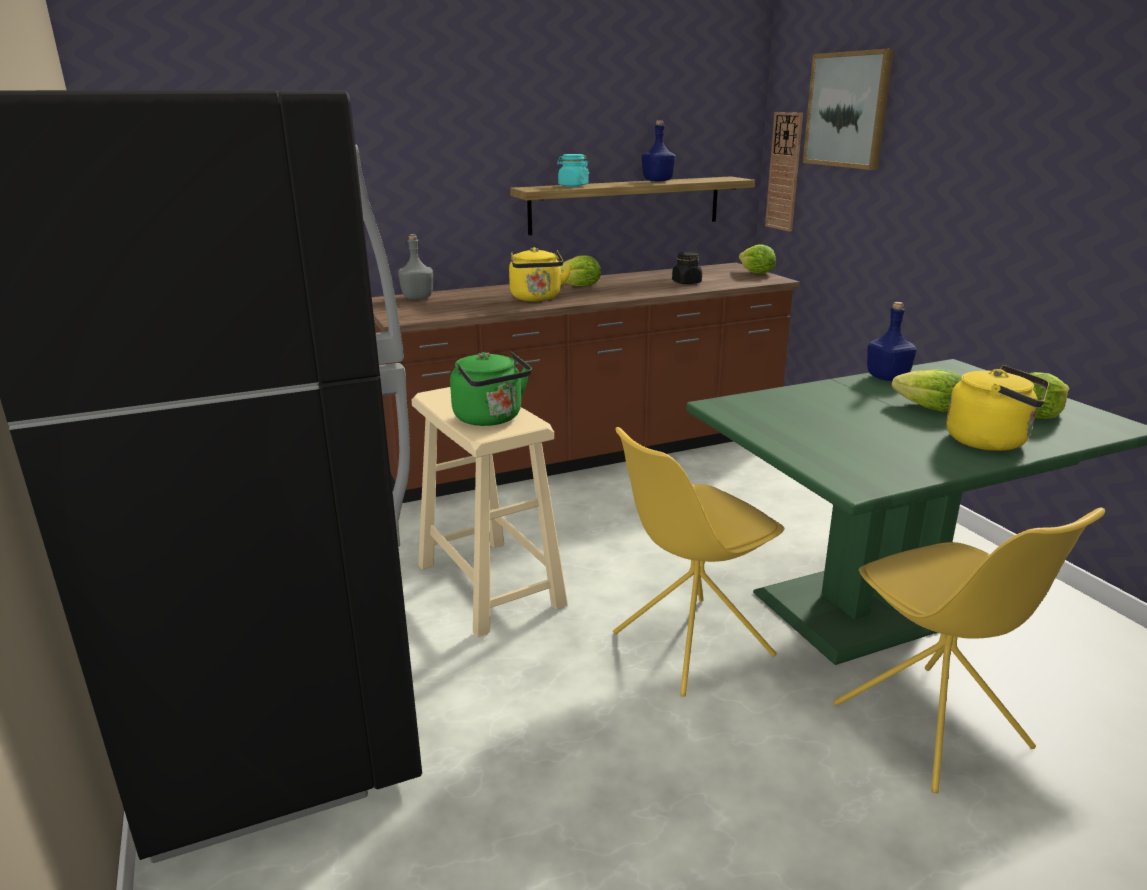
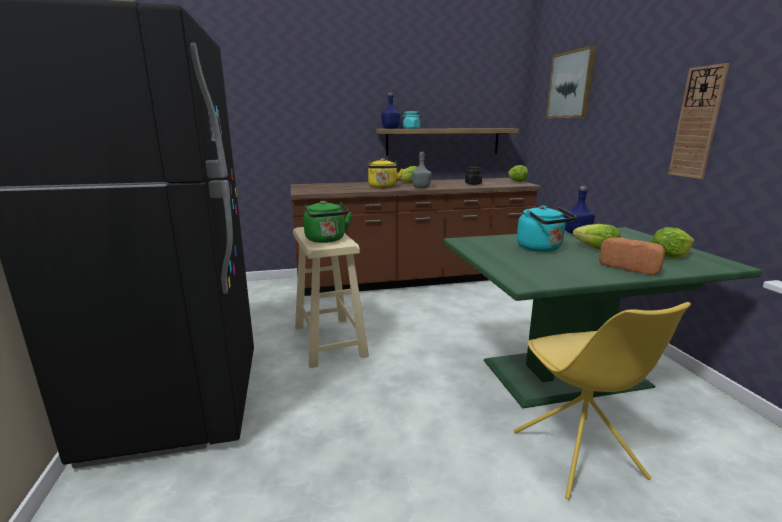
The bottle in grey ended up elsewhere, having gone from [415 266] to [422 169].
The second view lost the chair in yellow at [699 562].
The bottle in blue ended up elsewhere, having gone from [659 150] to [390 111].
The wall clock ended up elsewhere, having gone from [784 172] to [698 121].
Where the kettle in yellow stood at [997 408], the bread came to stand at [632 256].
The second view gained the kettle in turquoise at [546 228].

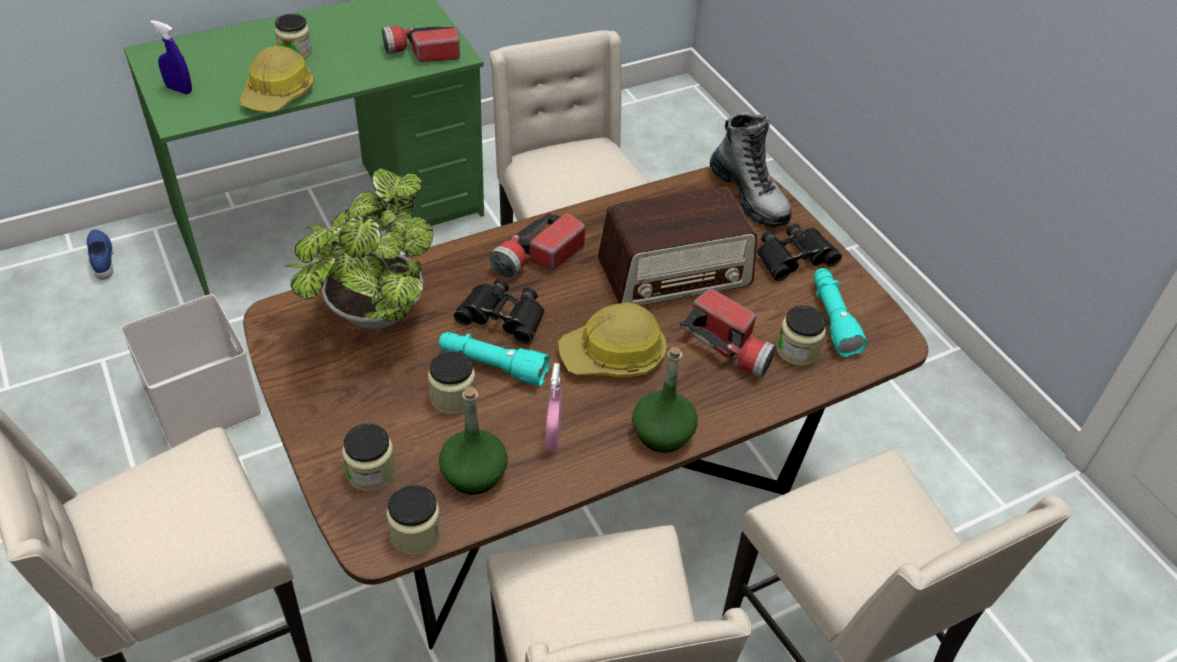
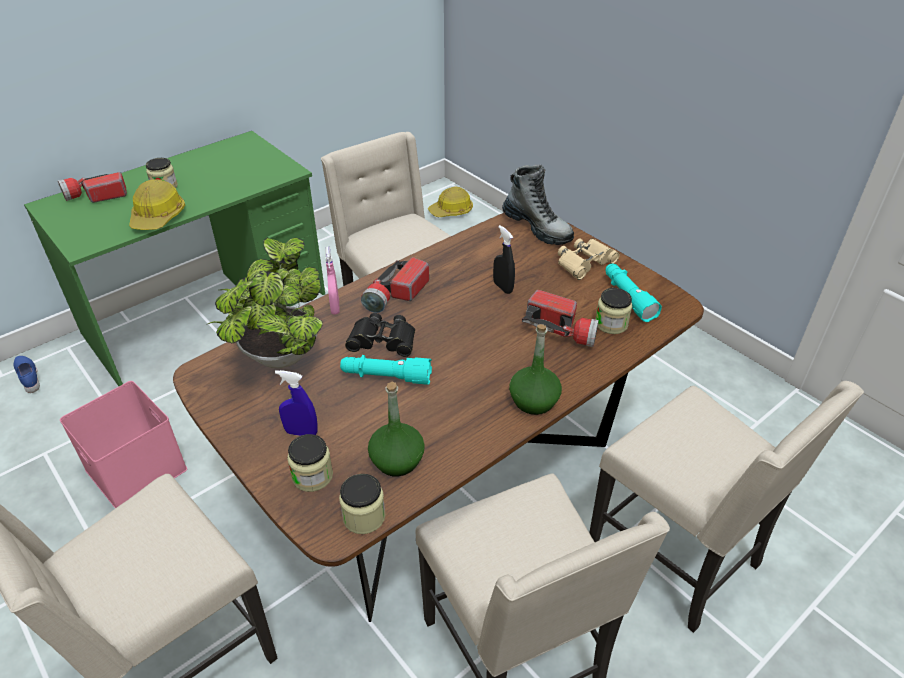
What was the storage box in white at [191 371] turned into the storage box in pink at [123 444].
The spray bottle in blue ended up elsewhere, having gone from [171 57] to [296 403].
The flashlight ended up elsewhere, having gone from [421 44] to [92 187].
The second view lost the jar at [451 383].
The spray bottle in pink ended up elsewhere, having gone from [553 407] to [333 280].
The hard hat ended up elsewhere, having gone from [612 339] to [450 202].
Where the radio stood at [677 246], the spray bottle in black came to stand at [504 259].
What was the binoculars in black at [799 252] turned into the binoculars in beige at [589 259].

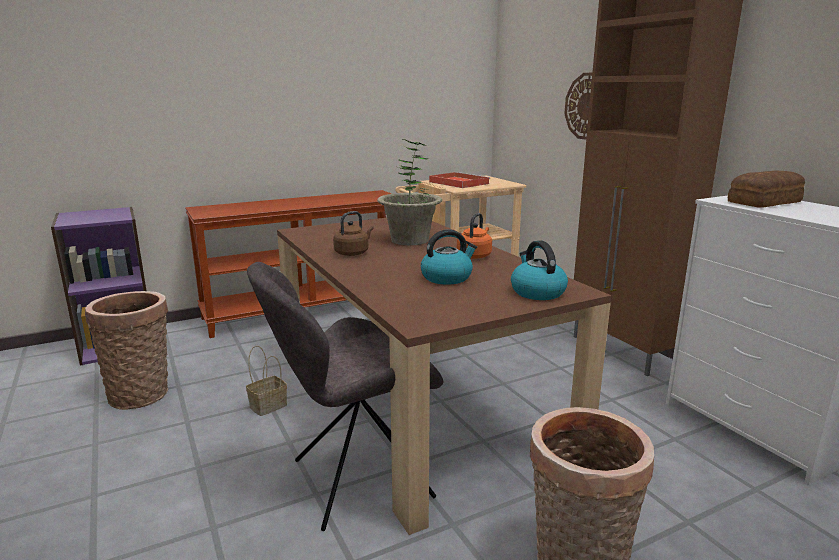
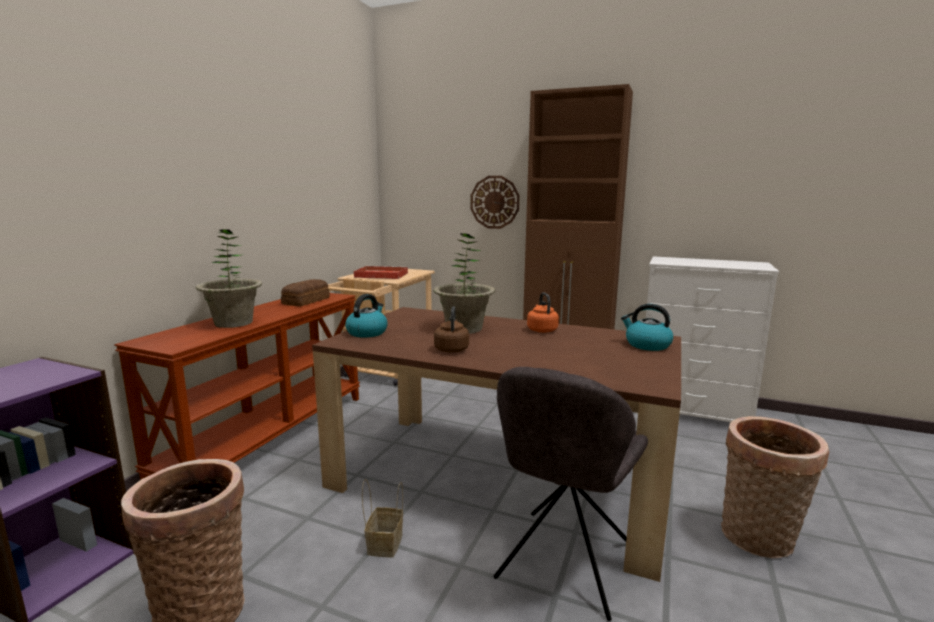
The kettle ended up elsewhere, having gone from [449 257] to [366 316].
The bread ended up elsewhere, having gone from [766 189] to [305 292].
The second view gained the potted plant at [228 279].

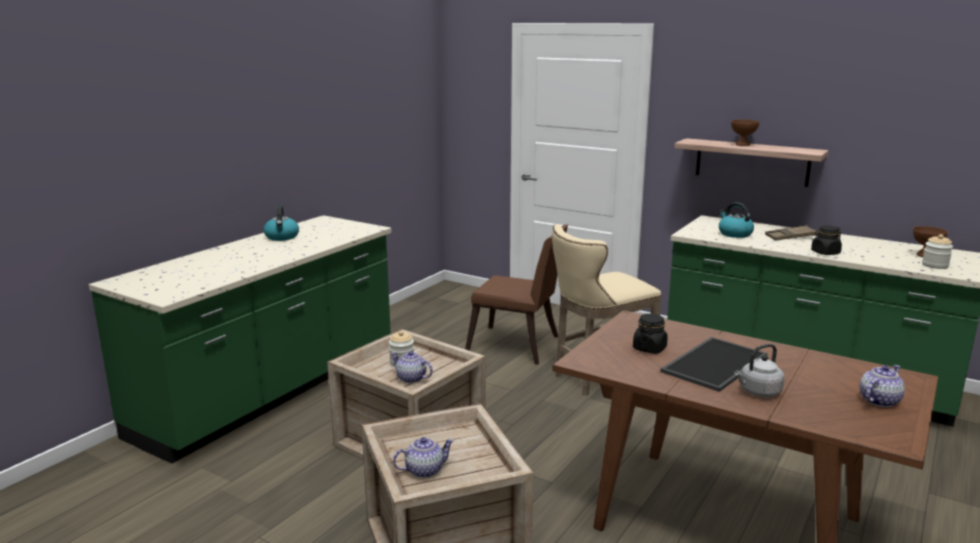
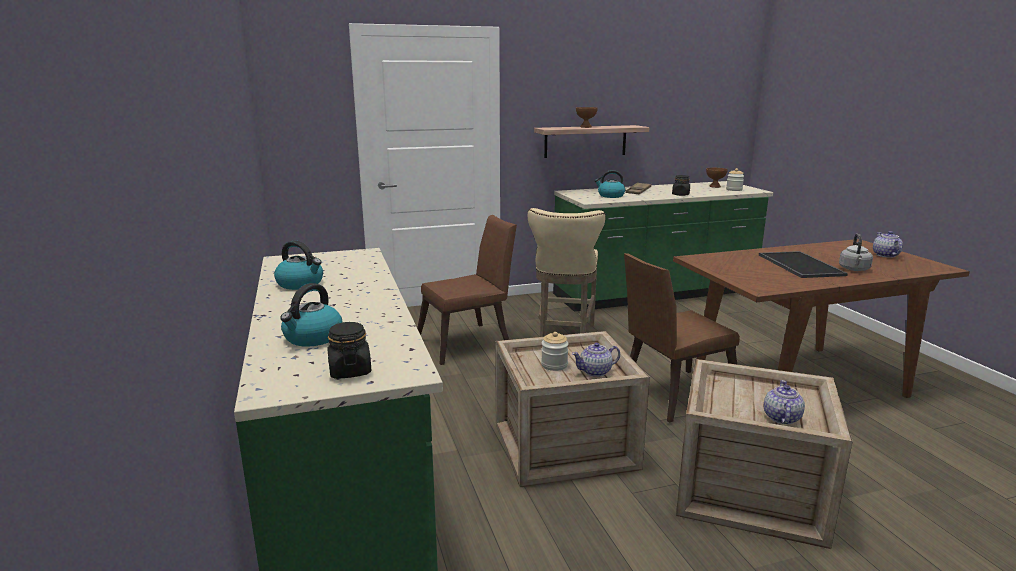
The jar in black ended up elsewhere, having gone from [650 334] to [349 350].
The second view gained the kettle at [311 315].
The second view gained the chair in brown at [682 338].

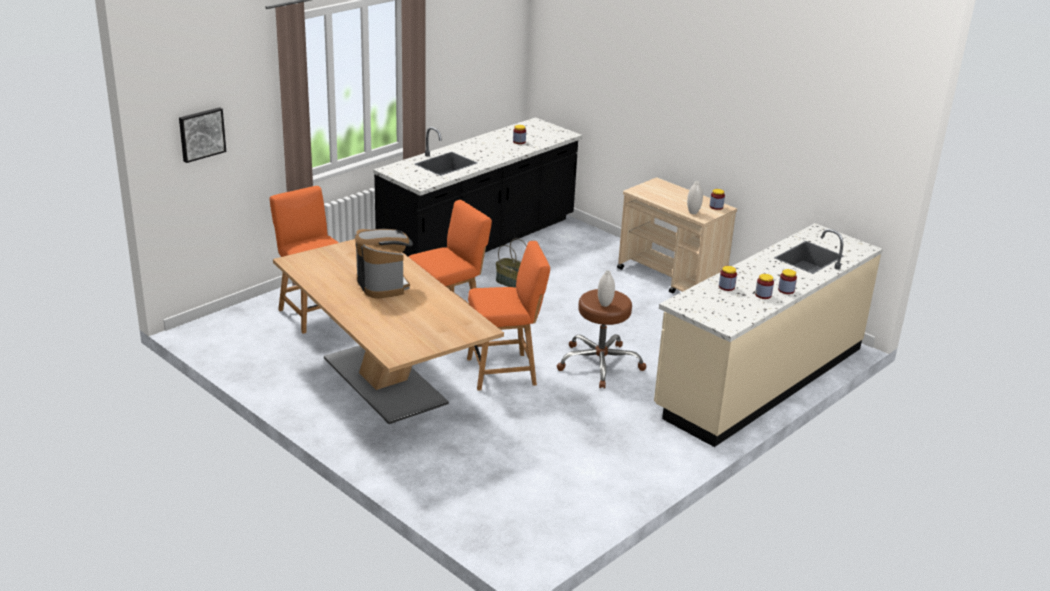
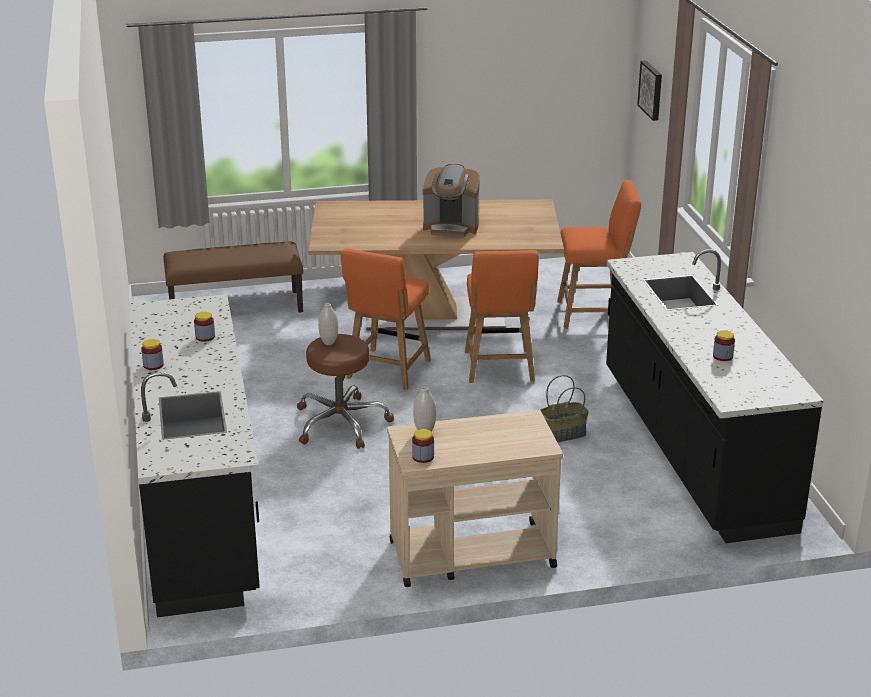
What was the counter in beige at [768 335] turned into the counter in black at [195 455].
The second view lost the jar at [764 286].
The second view gained the bench in brown at [233 276].

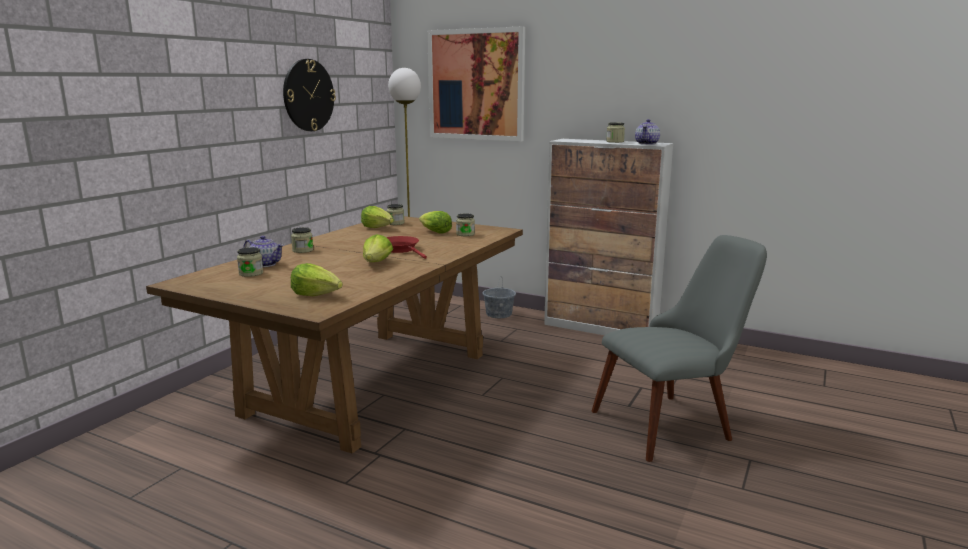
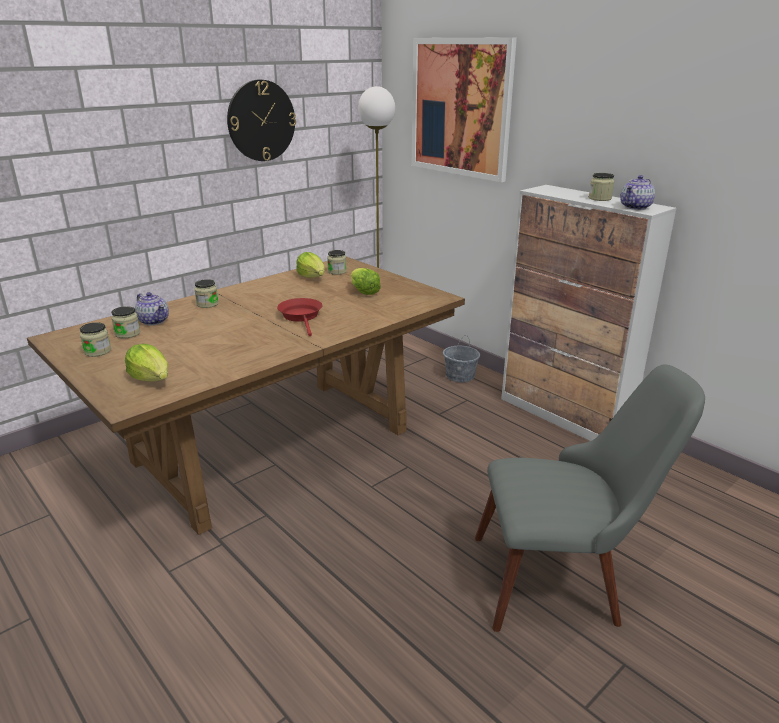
The second view lost the lettuce at [378 248].
The jar ended up elsewhere, having gone from [465 225] to [95 339].

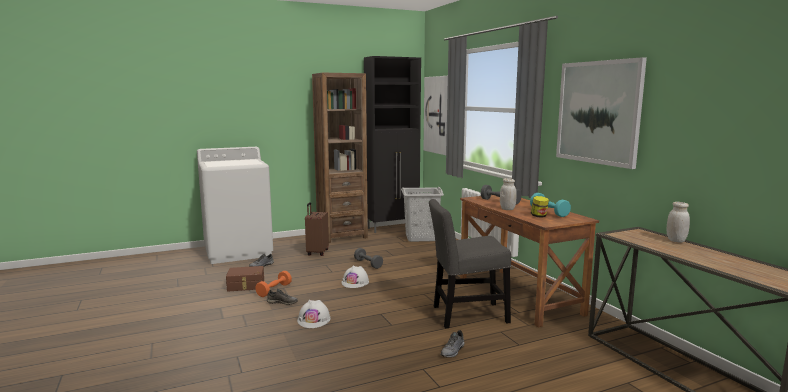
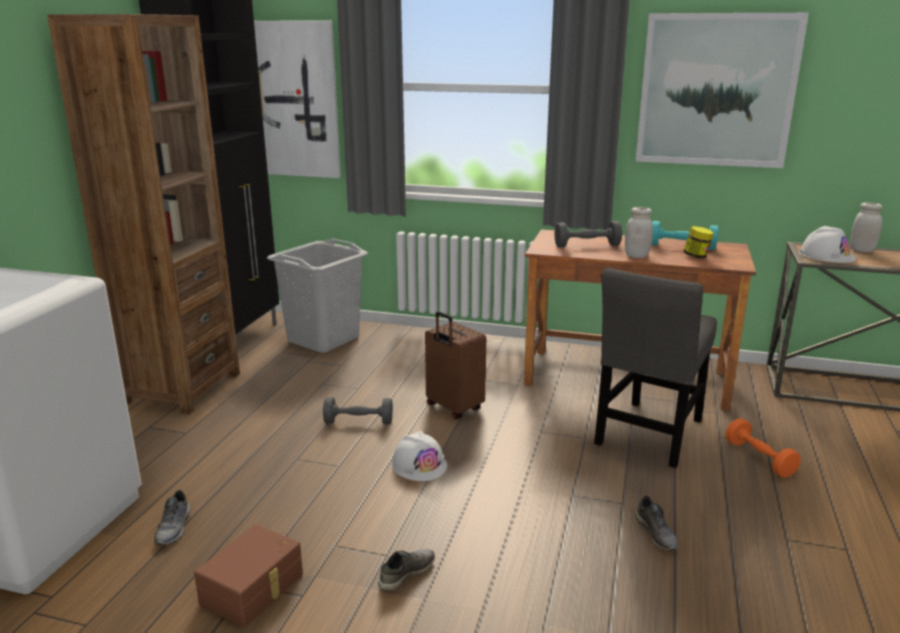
The dumbbell in orange ended up elsewhere, having gone from [273 284] to [763 448].
The hard hat in white ended up elsewhere, having gone from [313 314] to [827 244].
The suitcase in brown ended up elsewhere, having gone from [317 229] to [455 365].
The shoe in grey ended up elsewhere, having gone from [452 344] to [656 523].

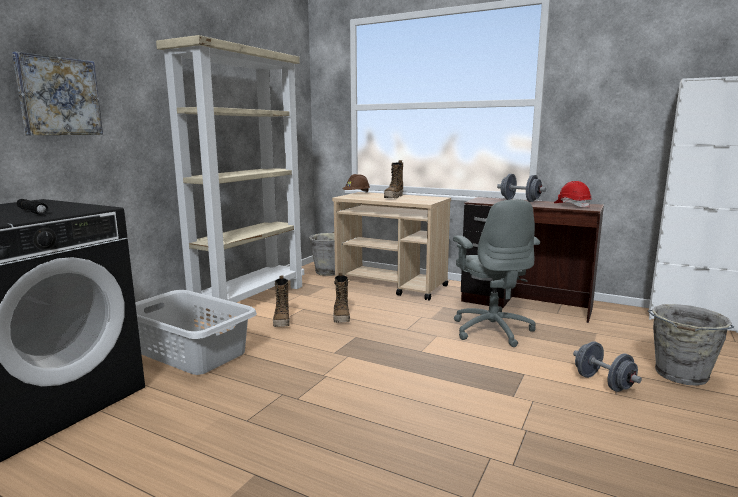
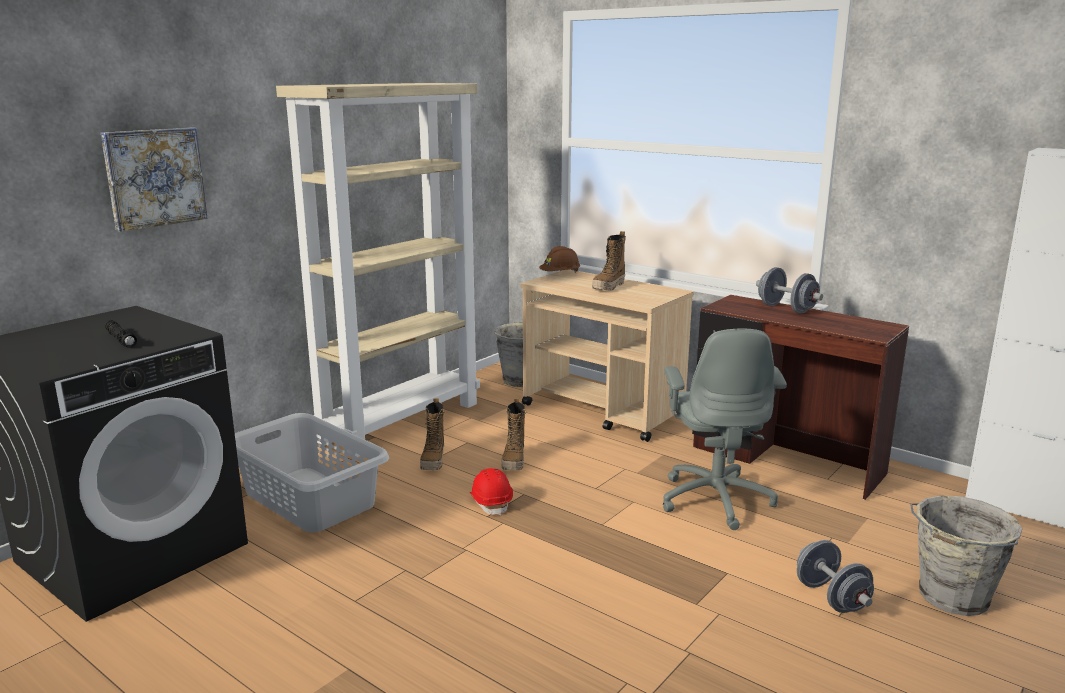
The hard hat in red ended up elsewhere, having gone from [573 194] to [491 492].

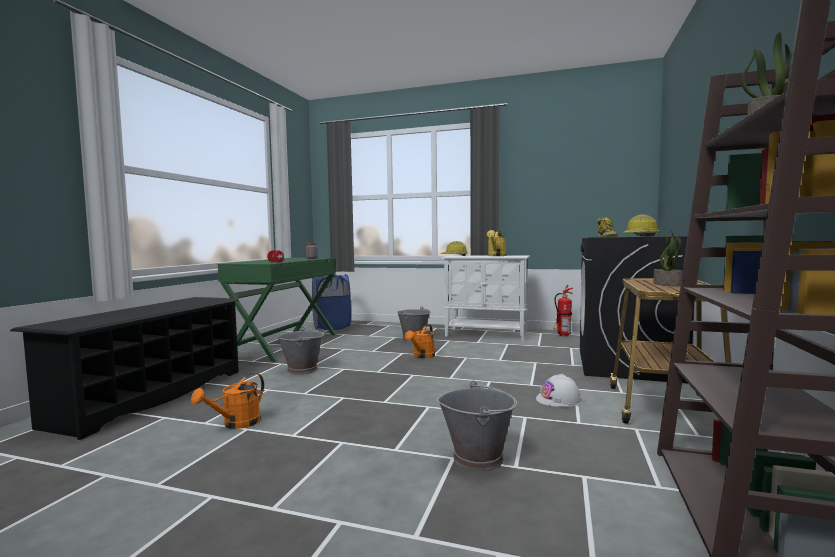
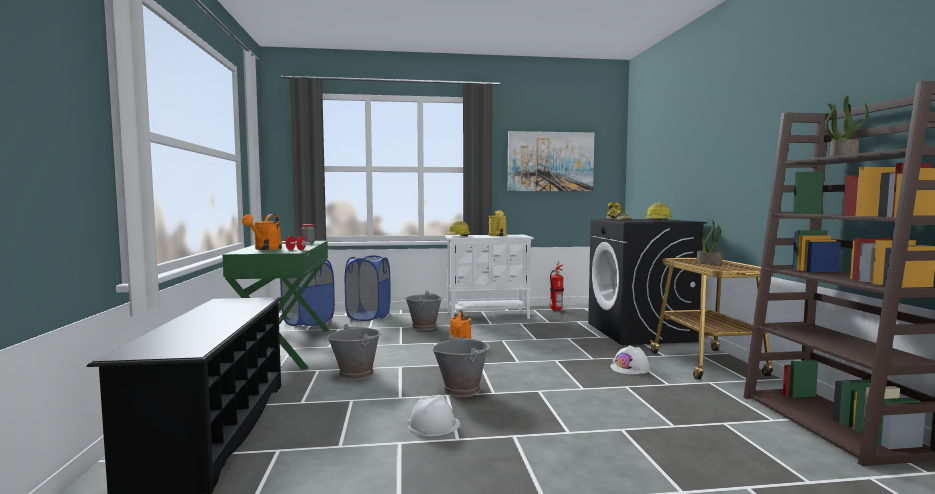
The watering can in orange ended up elsewhere, having gone from [227 401] to [262 232].
The bucket in grey ended up elsewhere, having gone from [477 426] to [461 365].
The second view gained the laundry basket in blue at [368 288].
The second view gained the hard hat in white at [434 415].
The second view gained the picture at [551 161].

